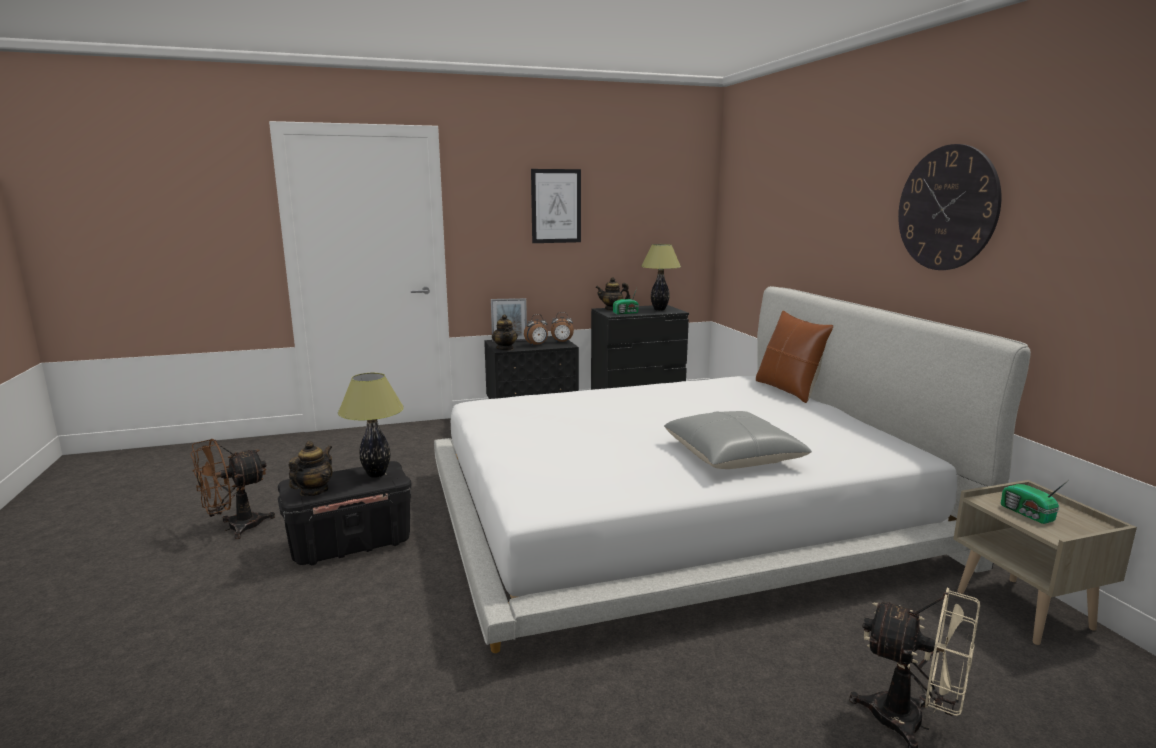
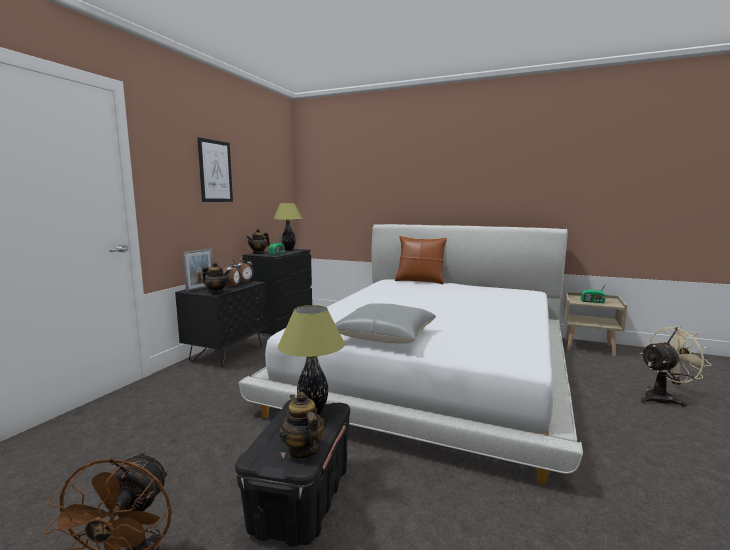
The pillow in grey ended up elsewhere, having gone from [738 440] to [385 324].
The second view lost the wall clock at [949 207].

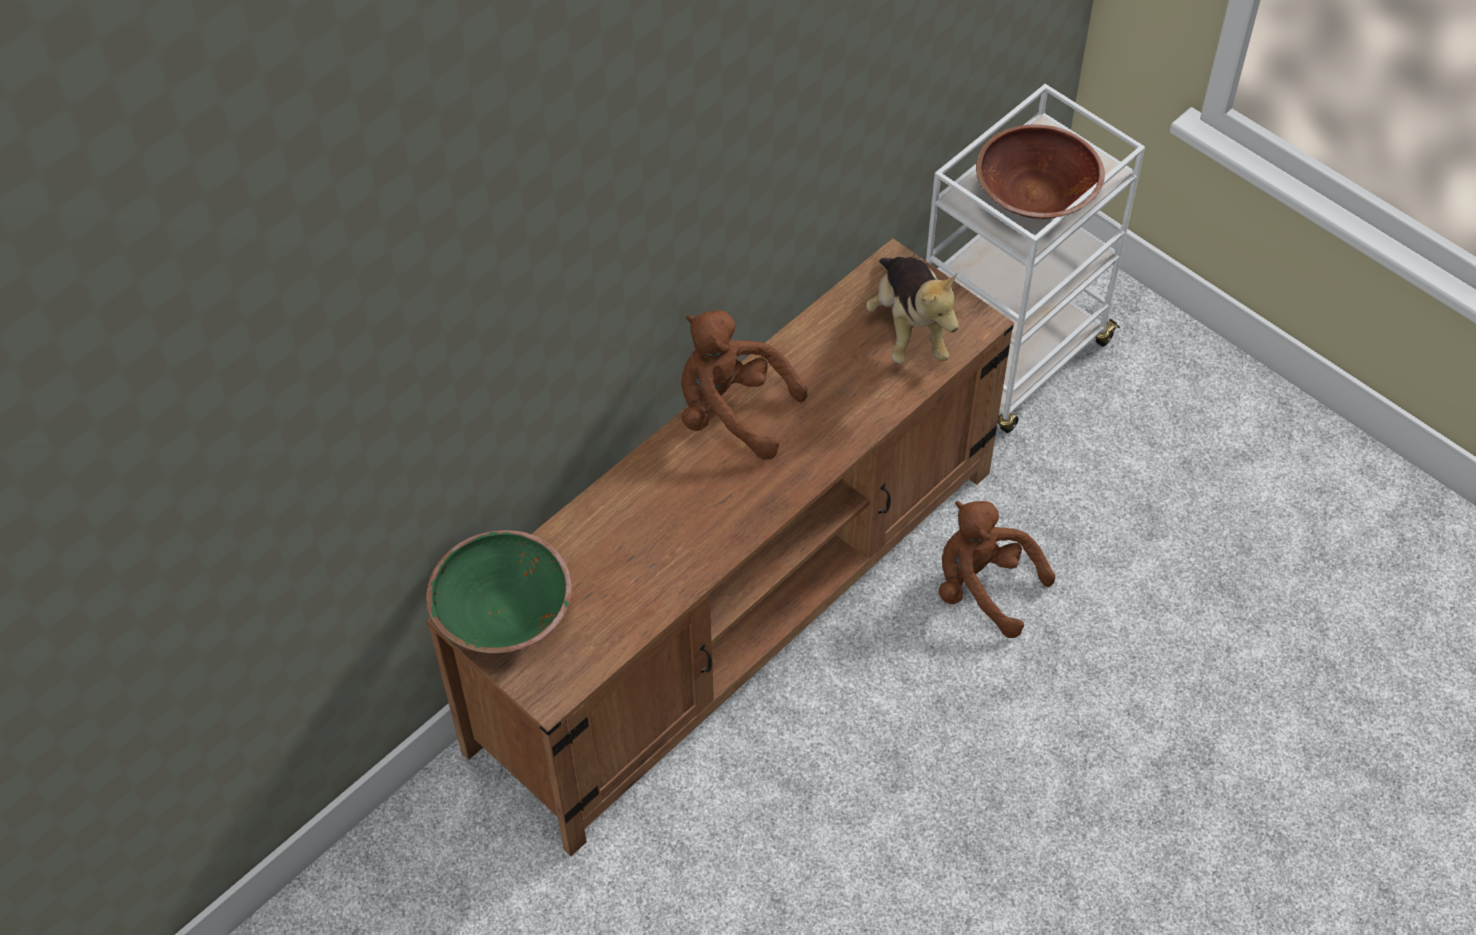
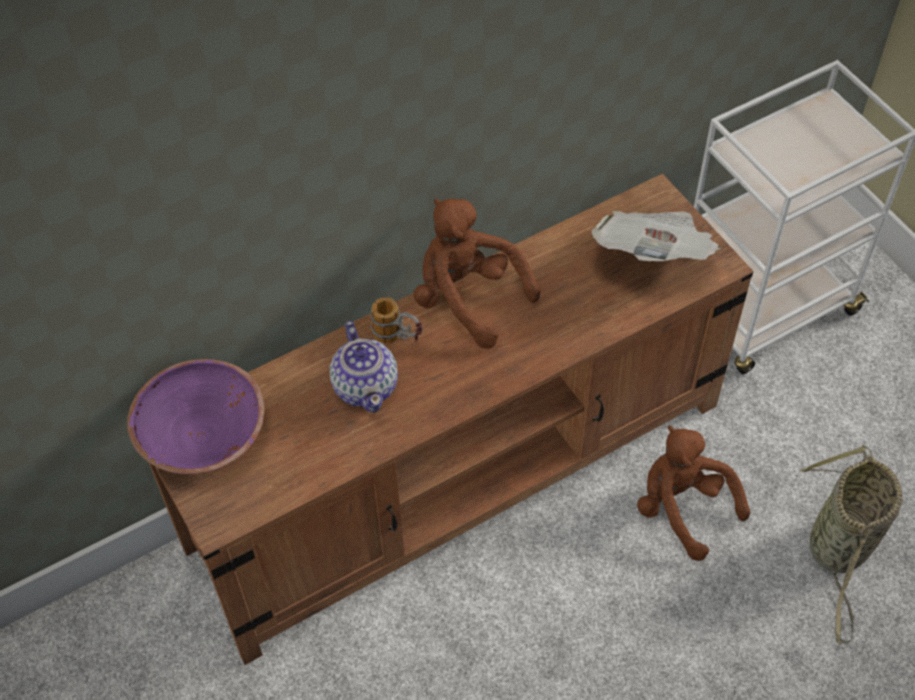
What was the bowl in green at [499 592] turned into the bowl in purple at [195 416].
Where the plush toy stood at [912 310], the newspaper came to stand at [656 236].
The second view lost the bowl in brown at [1040 172].
The second view gained the teapot at [364 367].
The second view gained the mug at [396 320].
The second view gained the basket at [851 544].

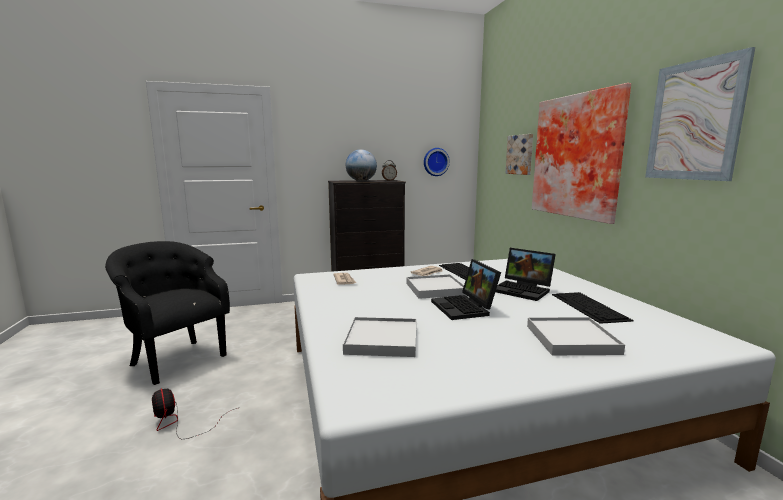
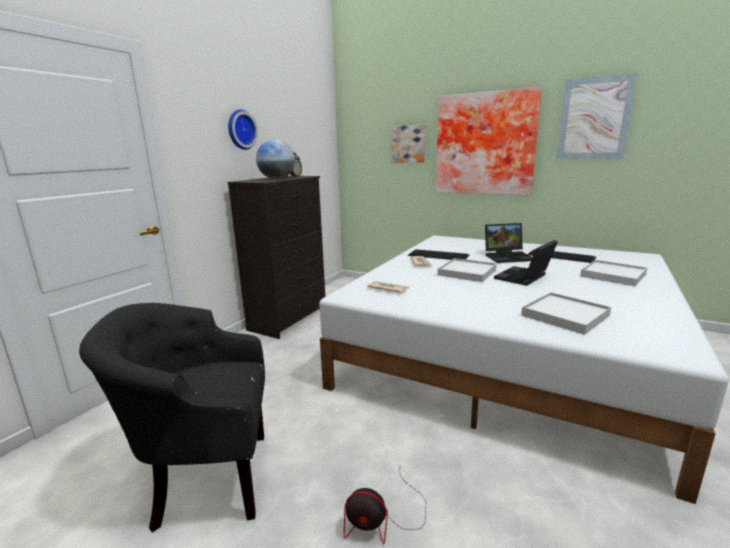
The wall clock ended up elsewhere, having gone from [437 162] to [243 129].
The laptop at [466 289] ended up facing another way, 105 degrees clockwise from before.

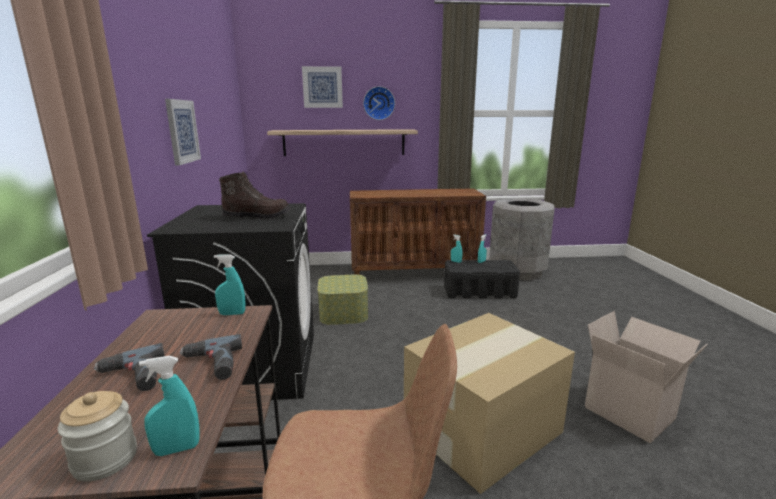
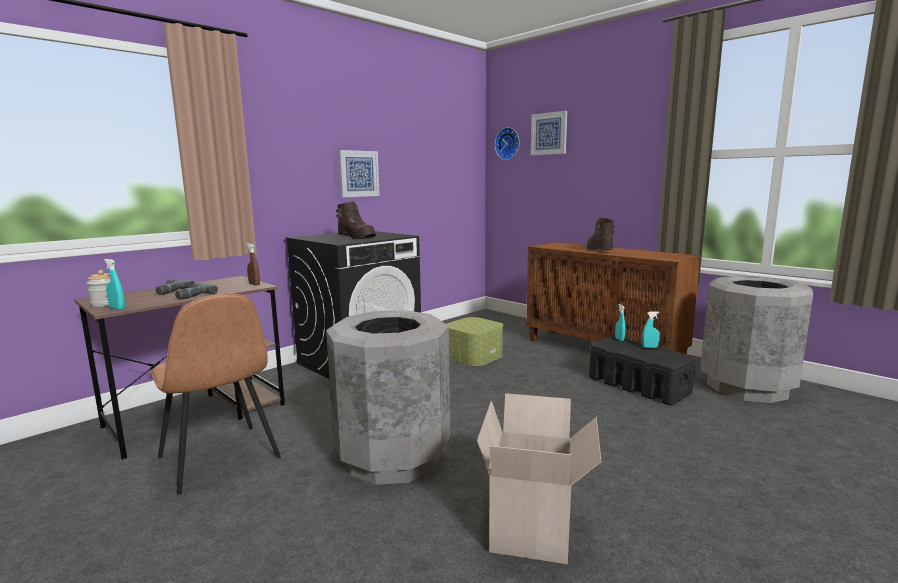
What was the spray bottle in turquoise at [229 284] turned into the spray bottle in brown at [253 264].
The second view lost the shelf at [342 142].
The wall clock ended up elsewhere, having gone from [379 103] to [507 143].
Where the cardboard box stood at [489 403], the trash can in grey came to stand at [388 397].
The second view gained the boot in brown at [601 234].

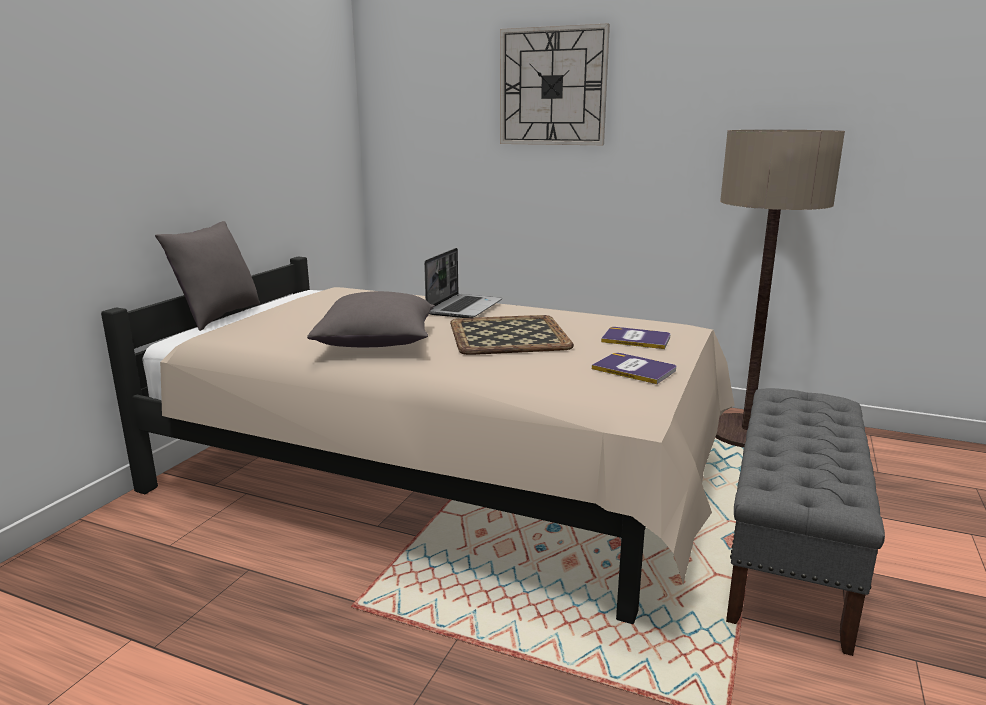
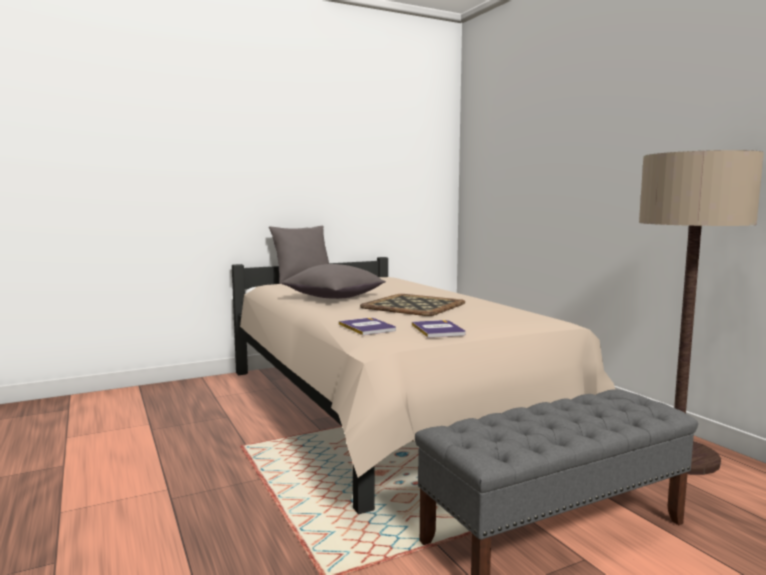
The second view lost the laptop at [463 283].
The second view lost the wall clock at [555 84].
The book ended up elsewhere, having gone from [635 338] to [367 326].

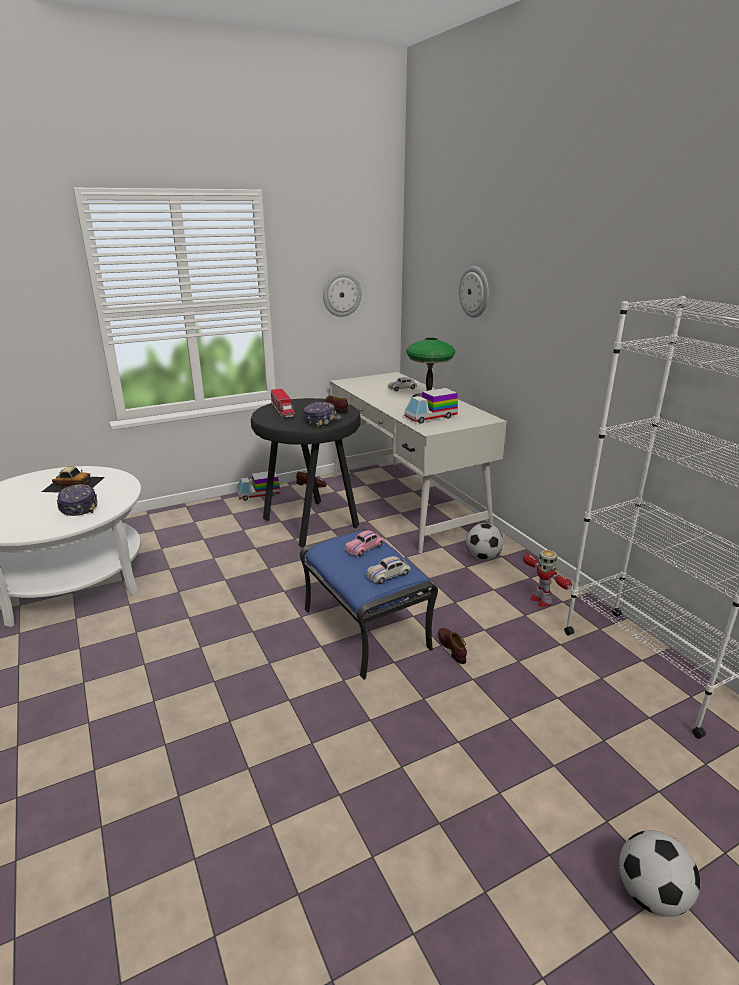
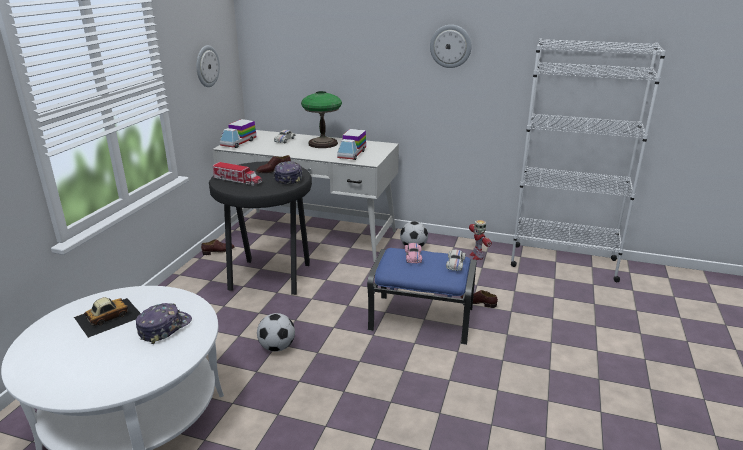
The cap at [77 500] ended up facing another way, 105 degrees clockwise from before.
The toy truck ended up elsewhere, having gone from [258 486] to [238 133].
The wall clock ended up elsewhere, having gone from [474 292] to [451 46].
The toy robot at [547 578] ended up facing another way, 60 degrees clockwise from before.
The football ended up elsewhere, having gone from [659 873] to [276 332].

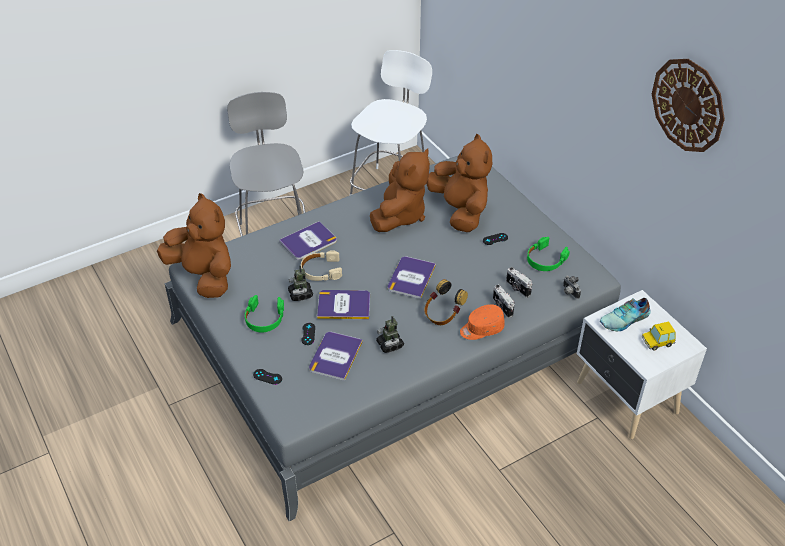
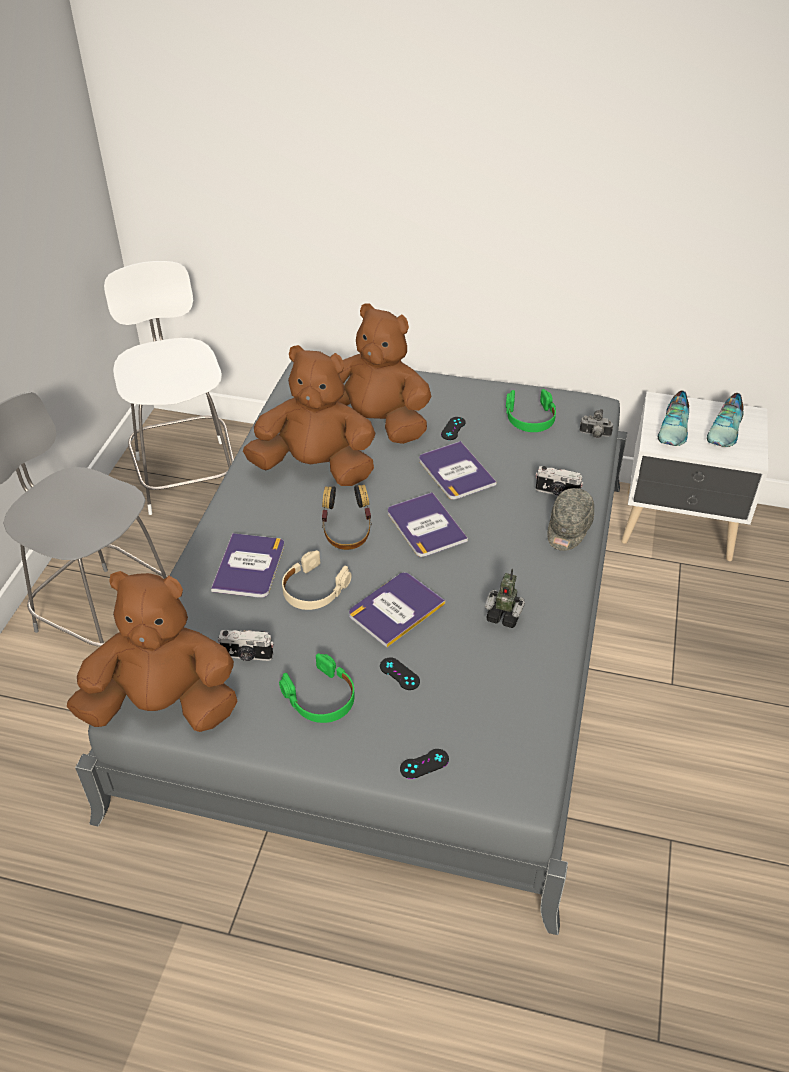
The second view lost the toy robot at [300 283].
The book ended up elsewhere, having gone from [336 356] to [457 470].
The plush toy in brown at [400 190] ended up facing another way, 60 degrees counterclockwise from before.
The headphones ended up elsewhere, having gone from [446 302] to [347 517].
What was the cap in orange at [482 322] turned into the cap in grey at [570 519].
The photo camera ended up elsewhere, having gone from [519 282] to [245 645].
Where the toy car stood at [659 336], the shoe came to stand at [725 420].
The second view lost the wall clock at [688 105].

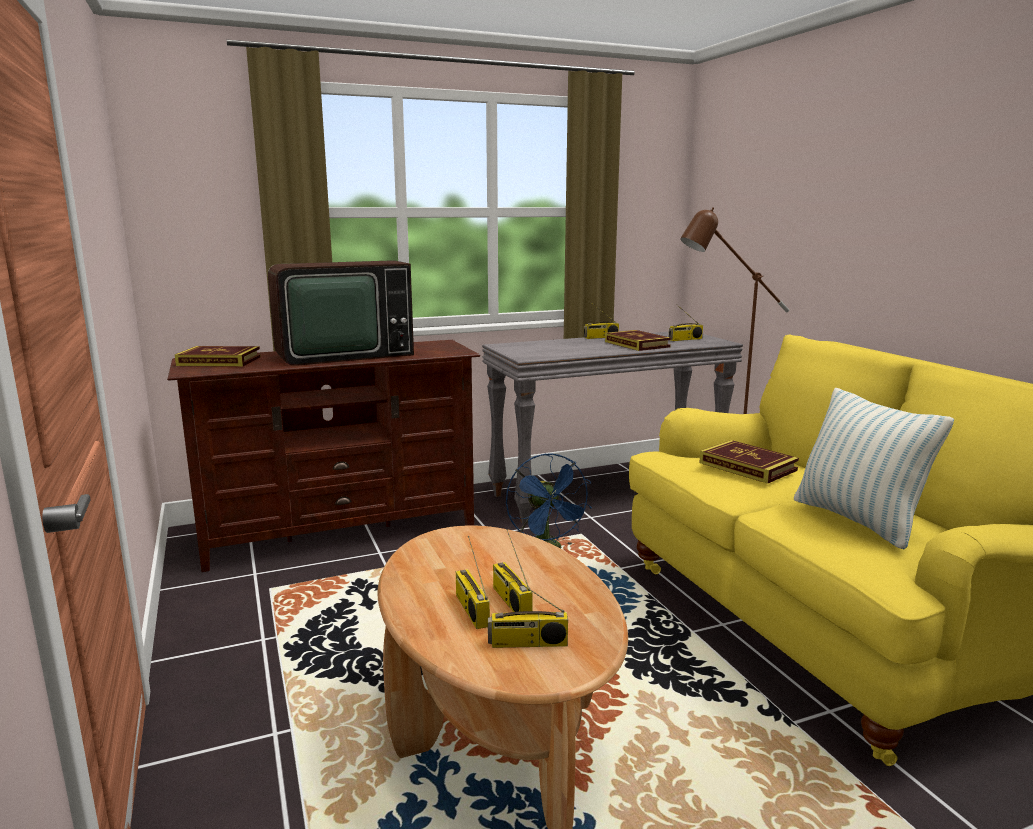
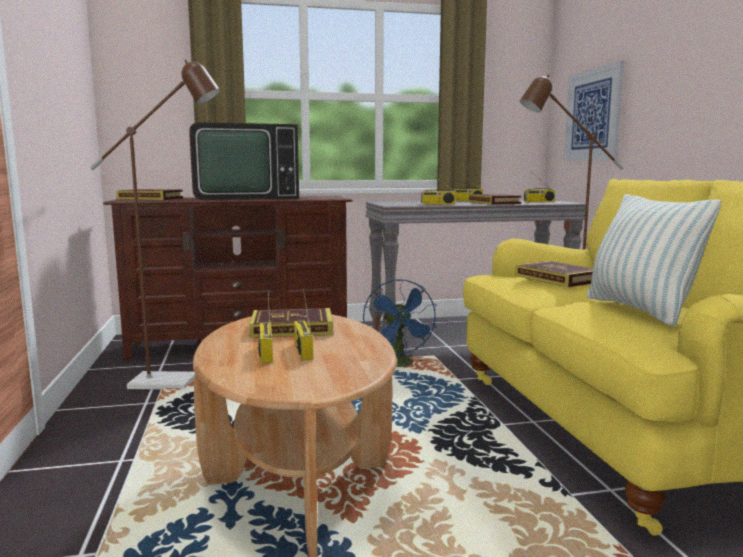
The radio ended up elsewhere, having gone from [528 610] to [438 188].
The second view gained the floor lamp in brown at [155 224].
The second view gained the book at [291 323].
The second view gained the picture at [593 111].

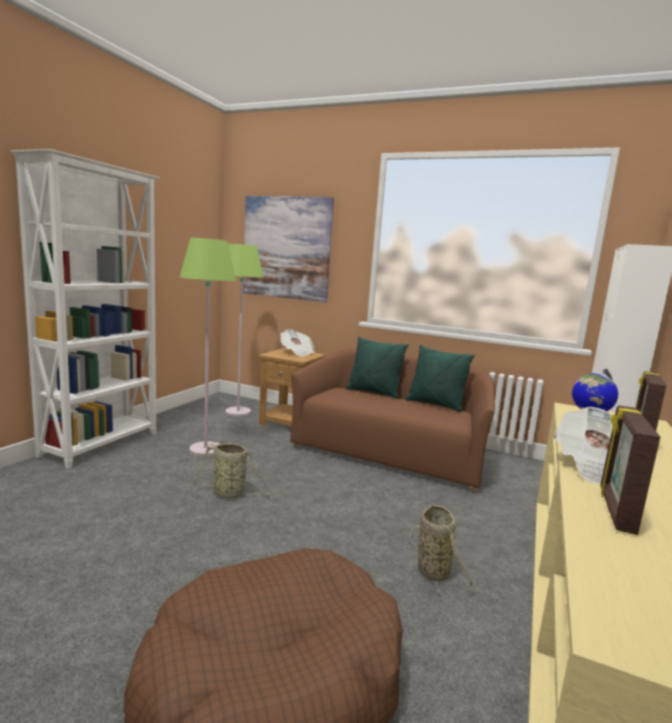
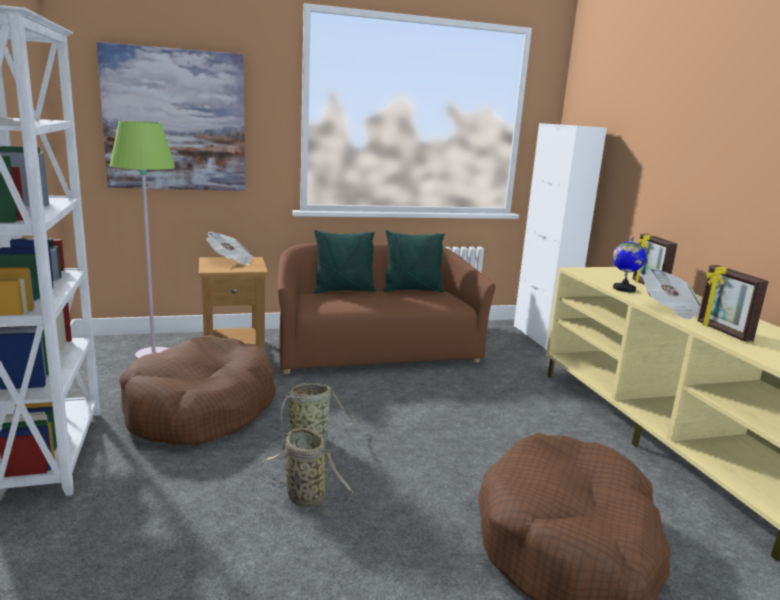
Where the floor lamp in green stood at [208 347], the dog bed in brown came to stand at [197 390].
The basket ended up elsewhere, having gone from [442 551] to [307 472].

